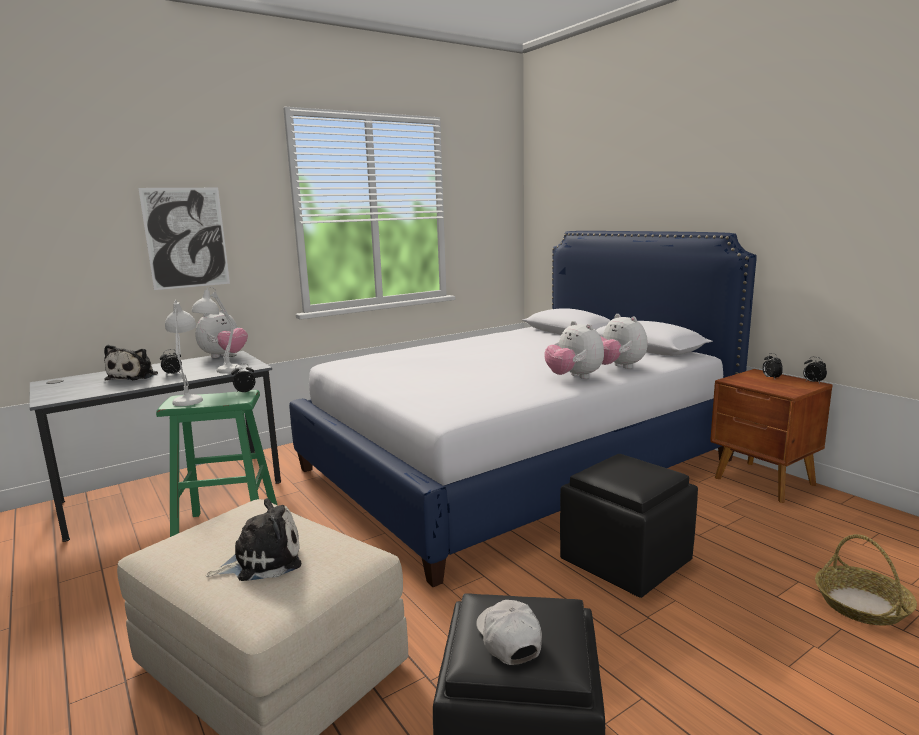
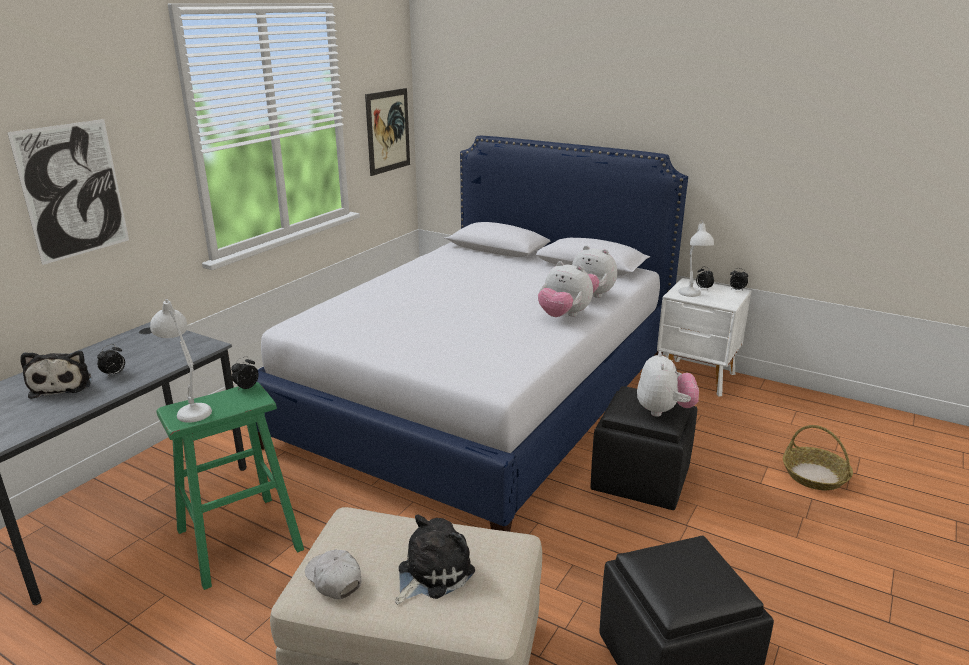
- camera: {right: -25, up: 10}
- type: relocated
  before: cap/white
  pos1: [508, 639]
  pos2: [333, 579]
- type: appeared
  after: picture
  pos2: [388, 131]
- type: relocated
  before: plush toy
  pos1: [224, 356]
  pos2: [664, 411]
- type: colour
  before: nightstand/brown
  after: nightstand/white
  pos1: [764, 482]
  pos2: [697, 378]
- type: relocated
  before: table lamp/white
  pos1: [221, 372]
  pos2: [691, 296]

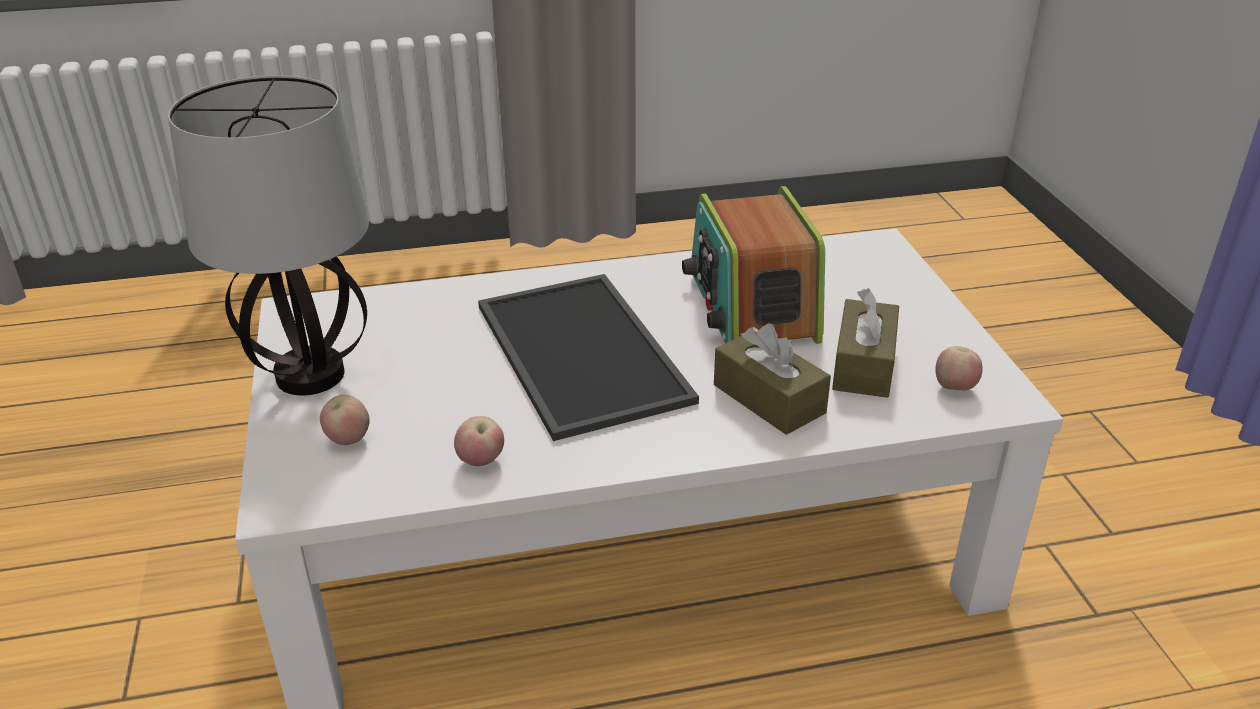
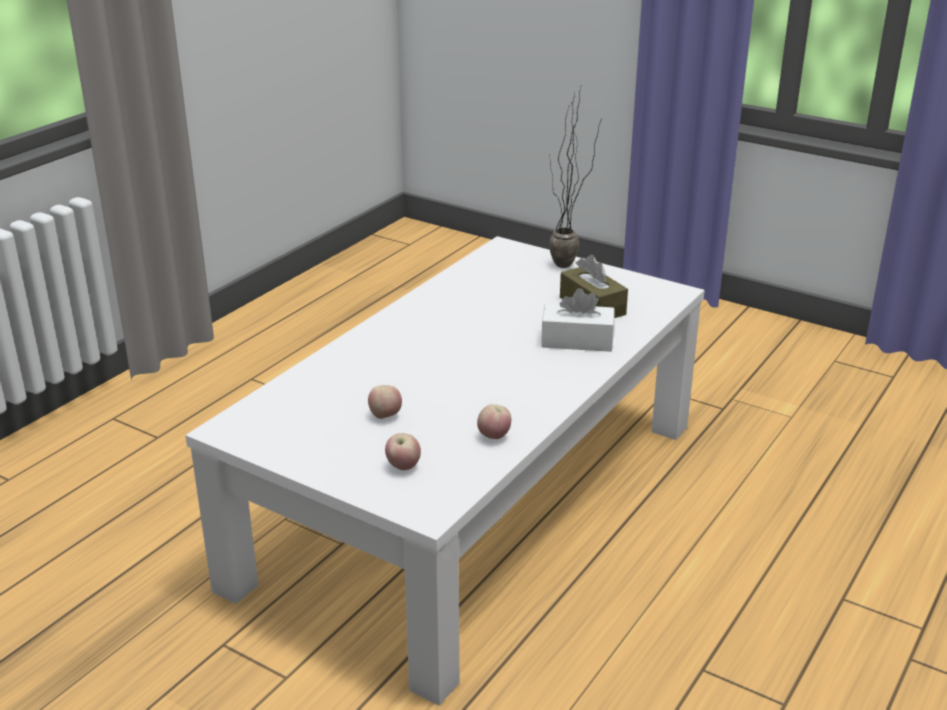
- camera: {right: -45, up: -5}
- type: relocated
  before: apple
  pos1: [954, 388]
  pos2: [385, 416]
- type: colour
  before: tissue box/brown
  after: tissue box/white
  pos1: [768, 399]
  pos2: [577, 341]
- type: appeared
  after: potted plant
  pos2: [568, 269]
- type: missing
  before: table lamp
  pos1: [309, 377]
- type: missing
  before: tray
  pos1: [576, 352]
- type: missing
  before: radio
  pos1: [751, 306]

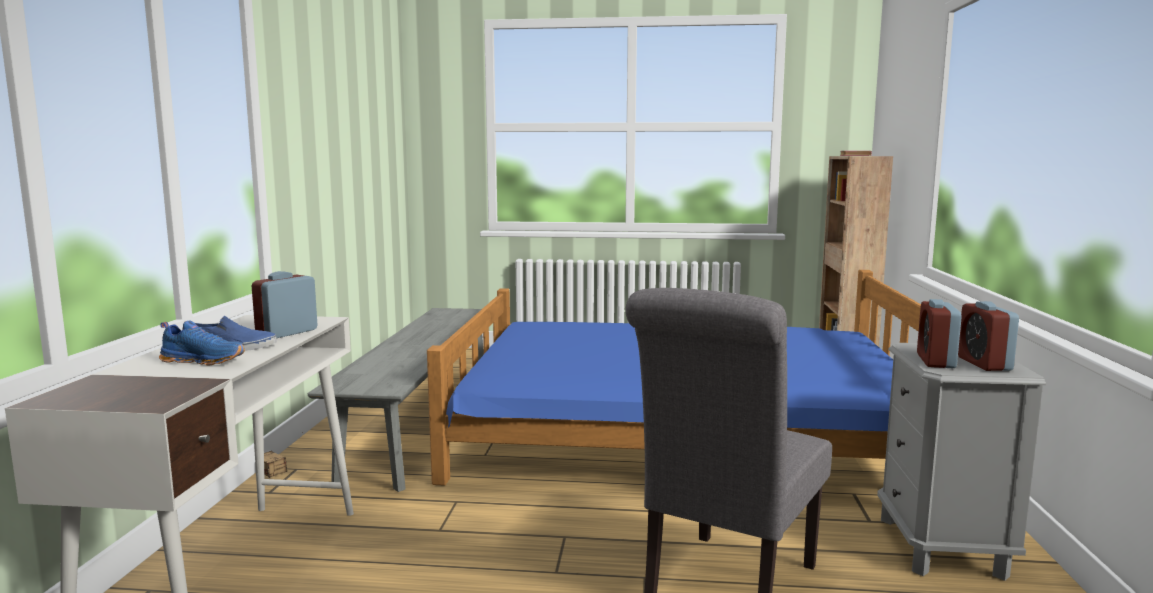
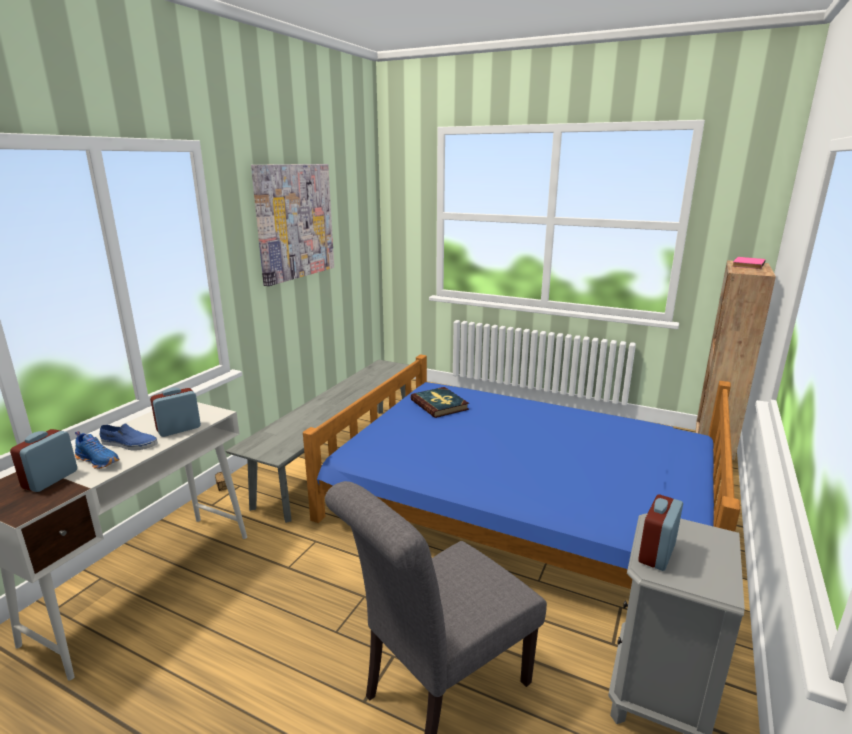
- camera: {right: 20, up: 10}
- type: relocated
  before: alarm clock
  pos1: [984, 364]
  pos2: [50, 479]
- type: appeared
  after: picture
  pos2: [294, 222]
- type: appeared
  after: book
  pos2: [439, 404]

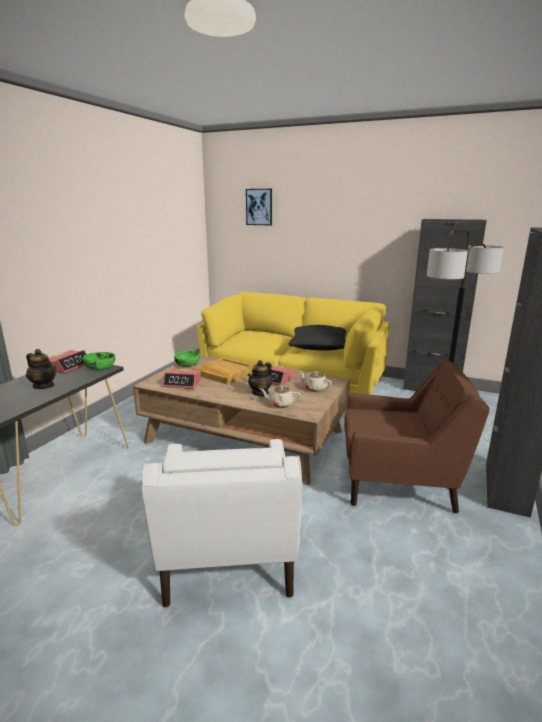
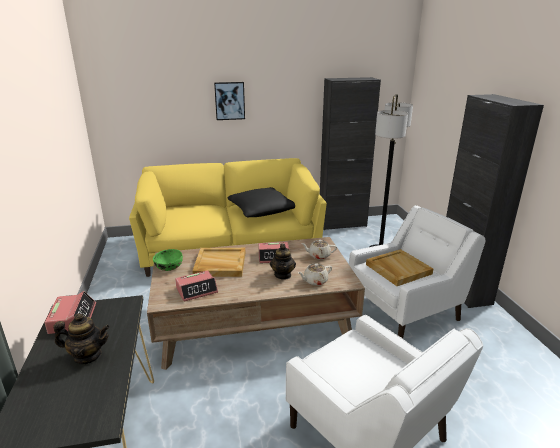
- camera: {right: -35, up: 5}
- type: relocated
  before: picture
  pos1: [259, 207]
  pos2: [229, 101]
- type: colour
  before: armchair/brown
  after: armchair/white
  pos1: [399, 481]
  pos2: [405, 311]
- type: appeared
  after: tray/beige
  pos2: [397, 269]
- type: missing
  before: bowl/green
  pos1: [101, 368]

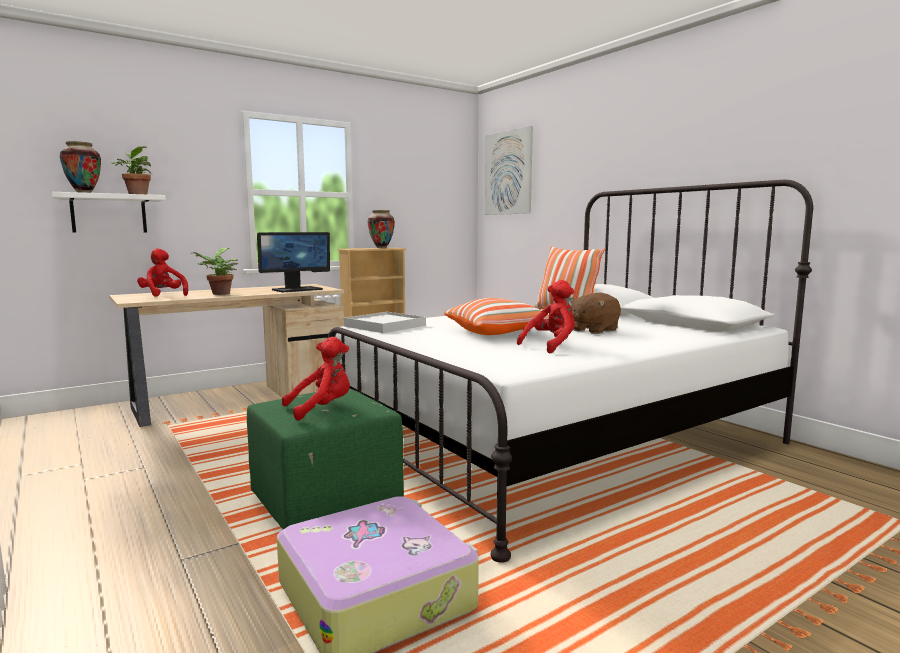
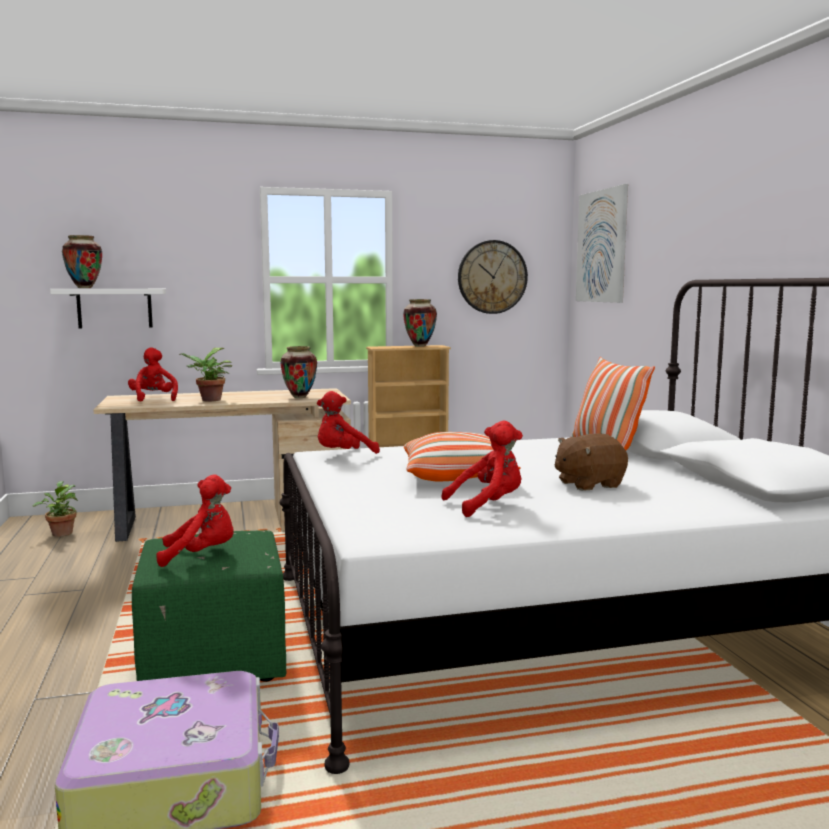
- camera: {right: 20, up: 0}
- type: relocated
  before: potted plant
  pos1: [136, 194]
  pos2: [61, 533]
- type: exchanged
  before: monitor
  after: vase
  pos1: [297, 289]
  pos2: [299, 397]
- type: exchanged
  before: tray/white
  after: plush toy/red
  pos1: [384, 326]
  pos2: [343, 455]
- type: appeared
  after: wall clock
  pos2: [492, 277]

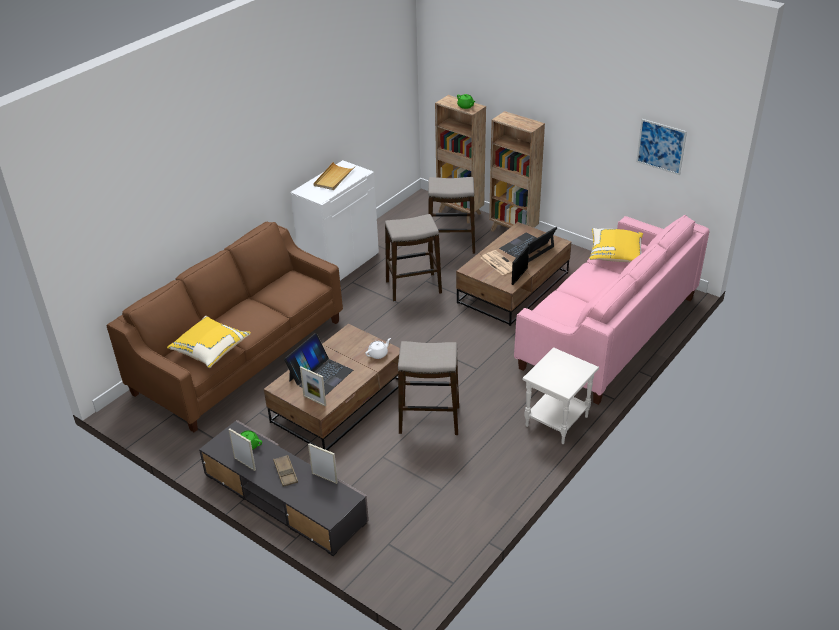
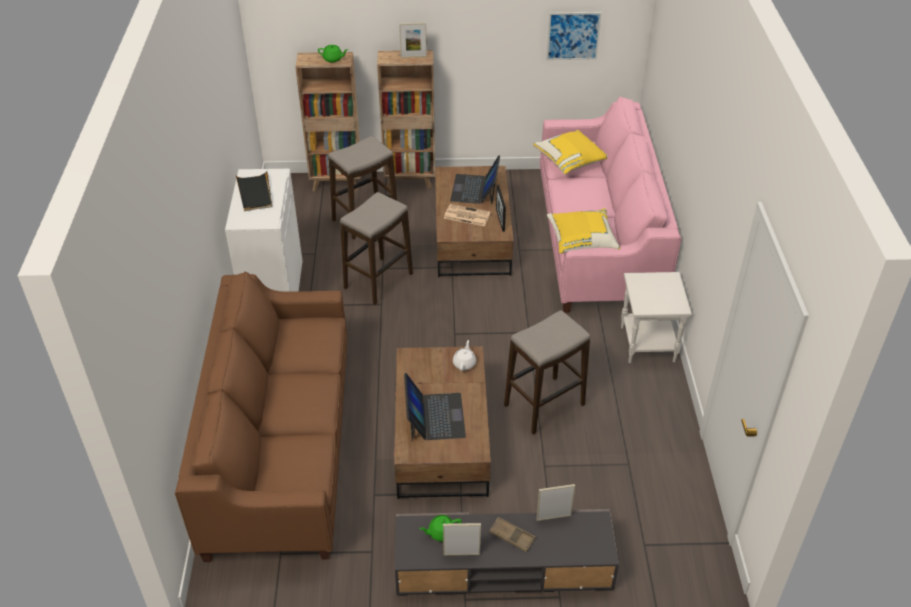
- camera: {right: -40, up: 5}
- type: colour
  before: tray/beige
  after: tray/black
  pos1: [334, 178]
  pos2: [255, 193]
- type: relocated
  before: picture frame
  pos1: [314, 400]
  pos2: [413, 56]
- type: relocated
  before: pillow/yellow
  pos1: [210, 350]
  pos2: [581, 241]

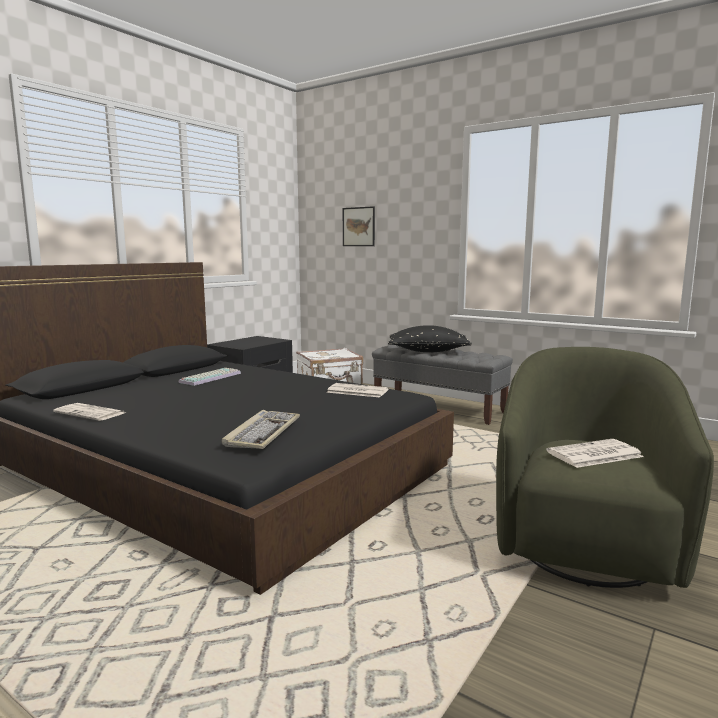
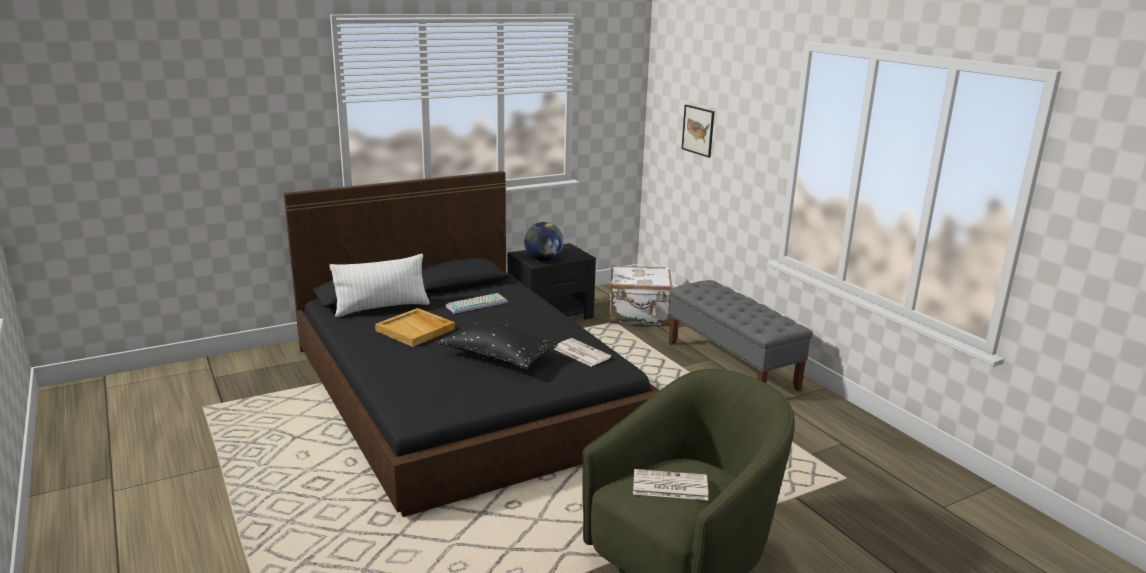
- camera: {right: 25, up: 10}
- type: appeared
  after: pillow/white
  pos2: [382, 308]
- type: appeared
  after: tray/beige
  pos2: [416, 330]
- type: relocated
  before: pillow/black
  pos1: [428, 351]
  pos2: [498, 358]
- type: appeared
  after: globe
  pos2: [543, 260]
- type: missing
  before: newspaper
  pos1: [91, 413]
- type: missing
  before: keyboard
  pos1: [262, 432]

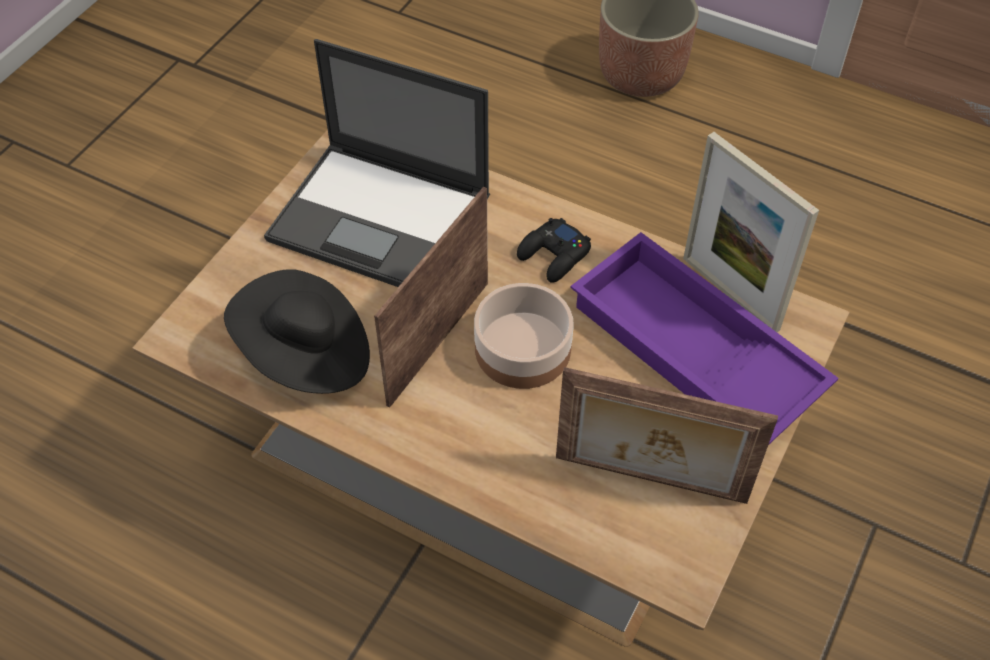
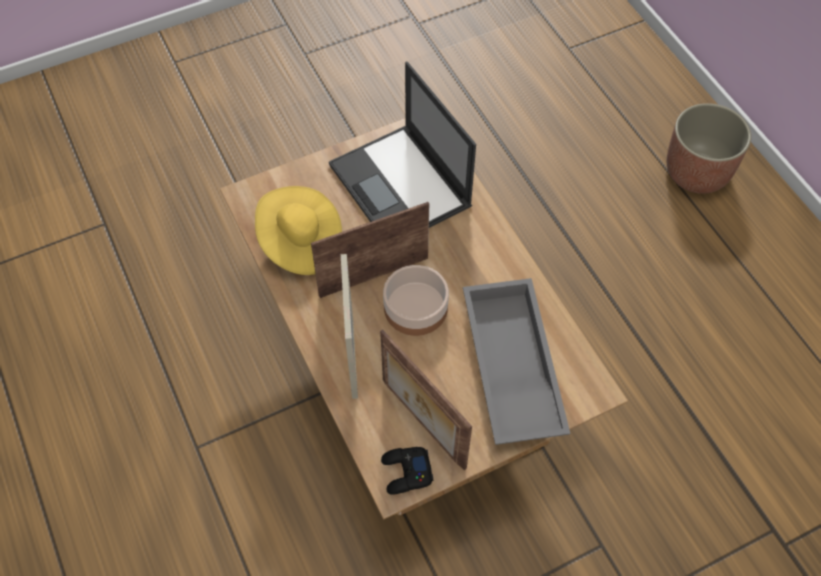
- camera: {right: 35, up: 5}
- type: colour
  before: hat/black
  after: hat/yellow
  pos1: [306, 355]
  pos2: [300, 243]
- type: relocated
  before: picture frame
  pos1: [730, 293]
  pos2: [352, 358]
- type: relocated
  before: game controller/black
  pos1: [554, 256]
  pos2: [406, 473]
- type: colour
  before: tray/purple
  after: tray/grey
  pos1: [691, 352]
  pos2: [509, 366]

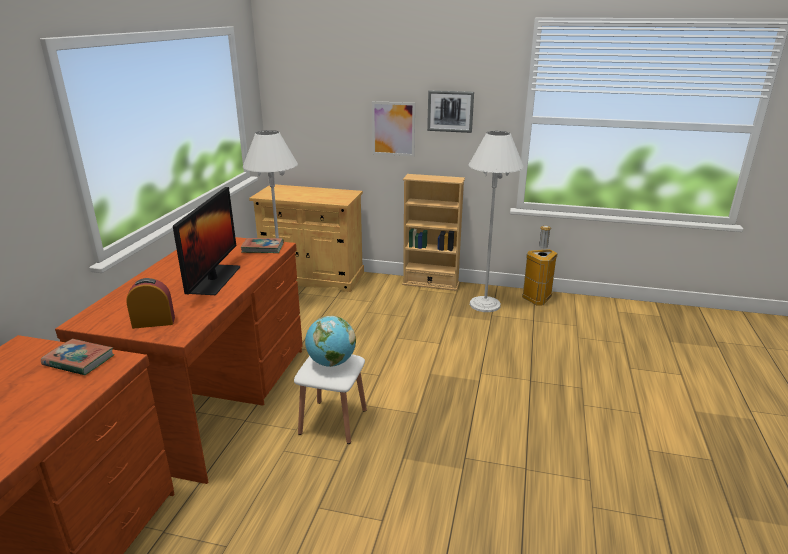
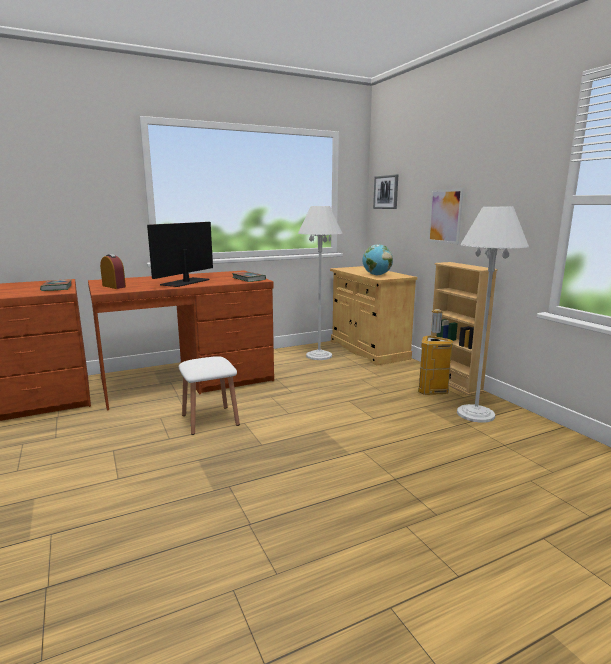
- camera: {right: 50, up: -10}
- type: spun
  before: monitor
  pos1: [214, 279]
  pos2: [185, 282]
  turn: 150
- type: relocated
  before: globe
  pos1: [331, 362]
  pos2: [376, 275]
- type: relocated
  before: picture
  pos1: [450, 111]
  pos2: [386, 192]
- type: relocated
  before: trash can
  pos1: [537, 299]
  pos2: [432, 391]

